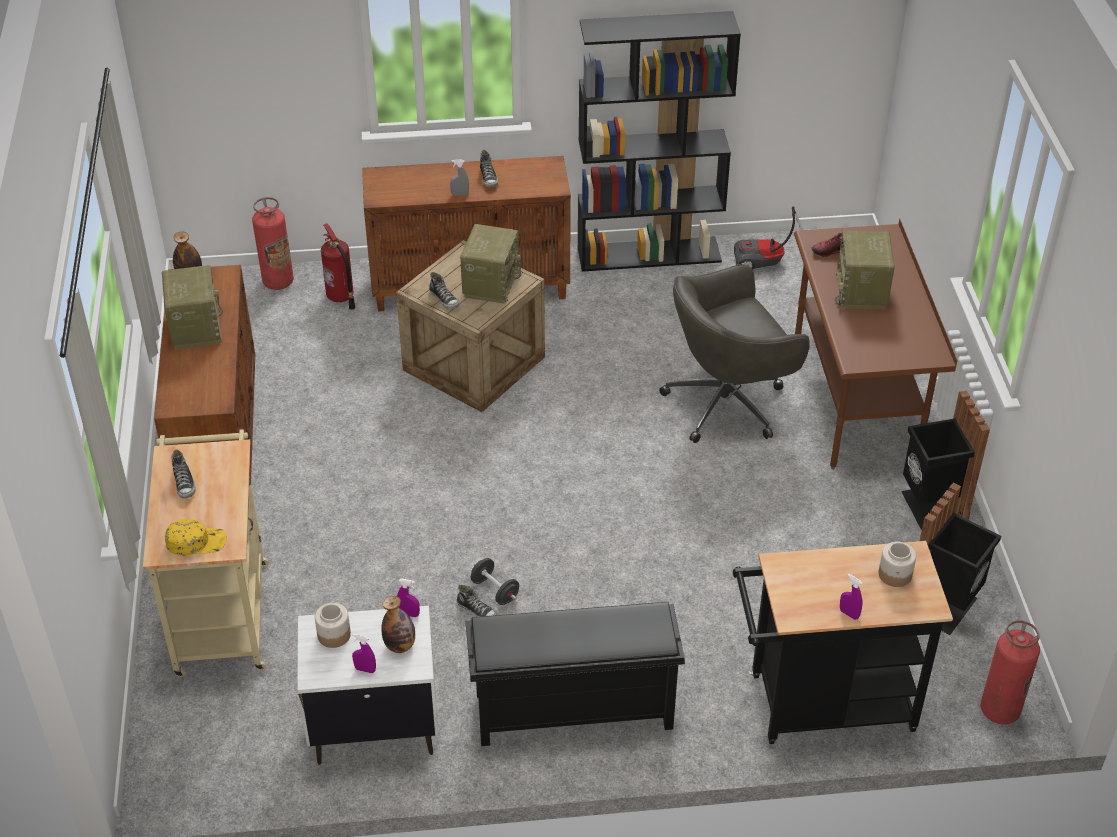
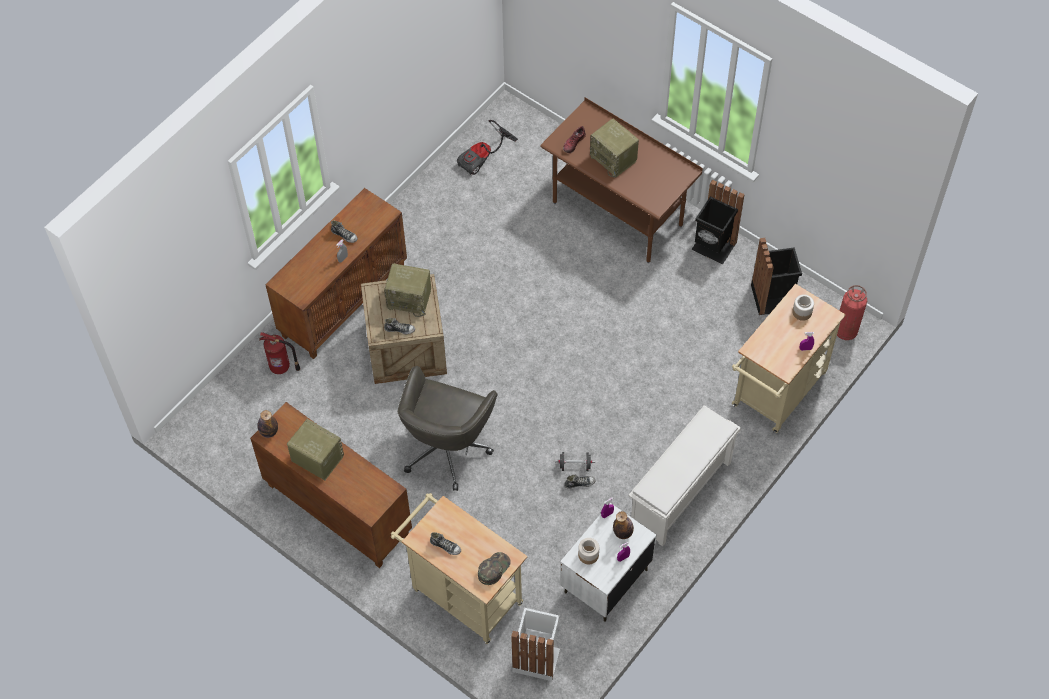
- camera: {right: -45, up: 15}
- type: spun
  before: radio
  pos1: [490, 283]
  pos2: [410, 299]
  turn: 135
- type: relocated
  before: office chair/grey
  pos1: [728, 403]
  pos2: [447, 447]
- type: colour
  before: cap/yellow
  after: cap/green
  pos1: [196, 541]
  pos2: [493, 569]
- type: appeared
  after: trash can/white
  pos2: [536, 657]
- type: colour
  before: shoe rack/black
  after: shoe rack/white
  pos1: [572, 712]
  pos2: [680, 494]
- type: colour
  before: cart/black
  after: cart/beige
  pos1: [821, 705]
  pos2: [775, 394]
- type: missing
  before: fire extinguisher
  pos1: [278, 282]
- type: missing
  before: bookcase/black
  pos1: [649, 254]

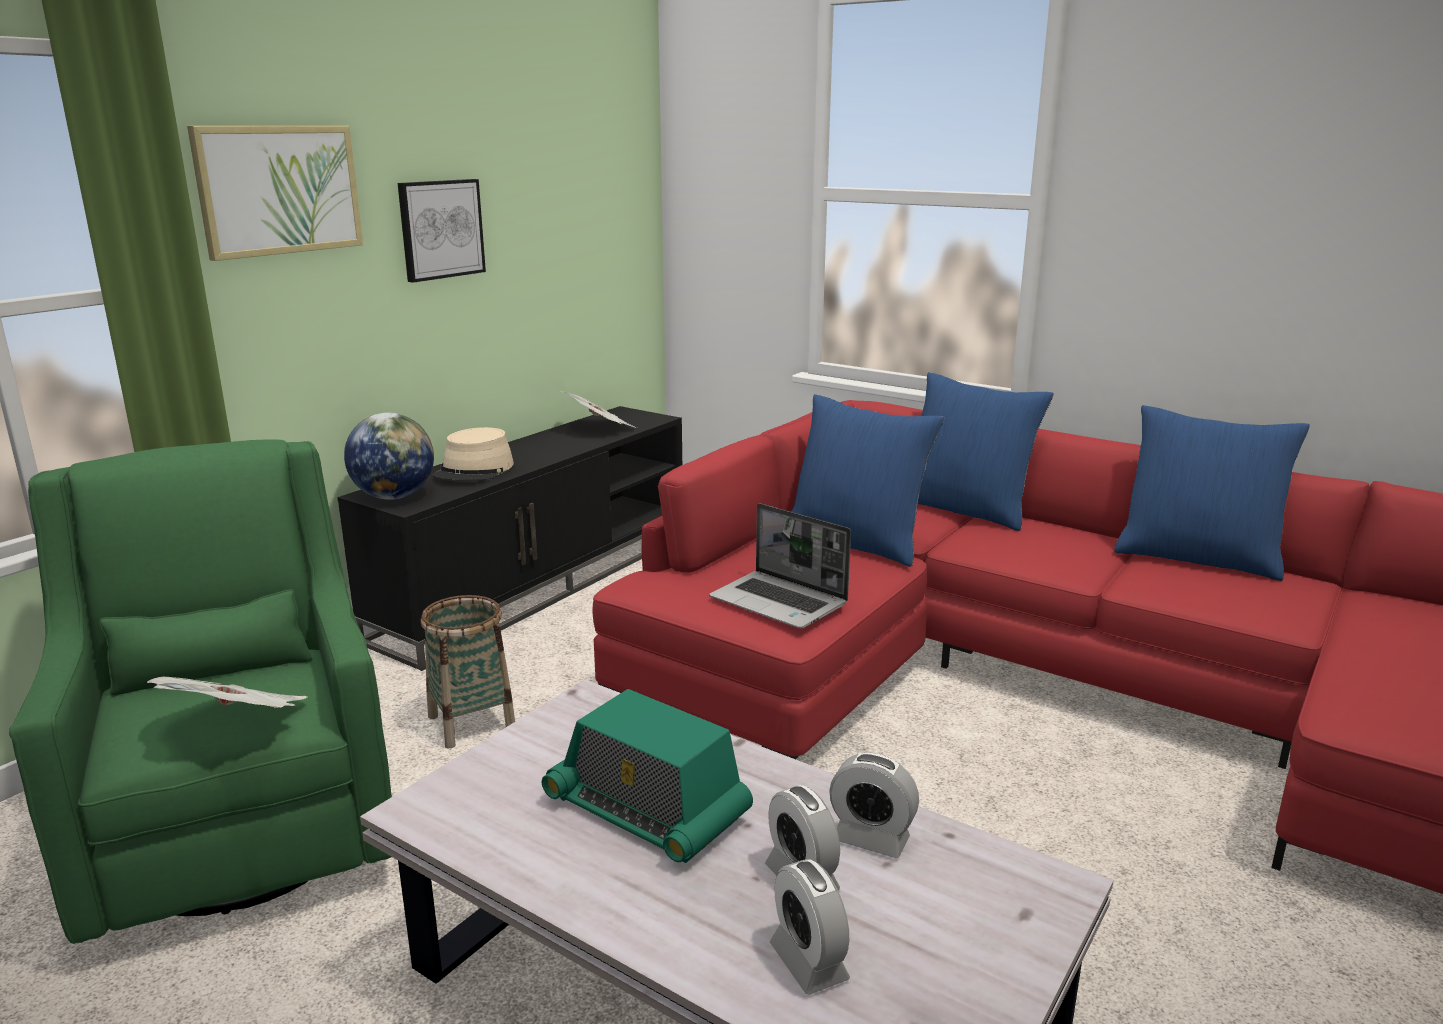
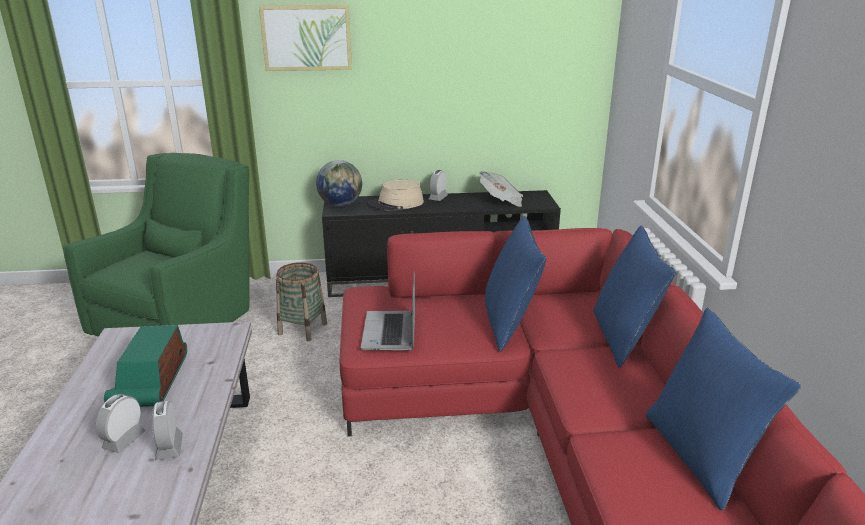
- camera: {right: 50, up: 5}
- type: relocated
  before: alarm clock
  pos1: [808, 962]
  pos2: [438, 198]
- type: missing
  before: newspaper
  pos1: [238, 724]
- type: missing
  before: picture
  pos1: [440, 229]

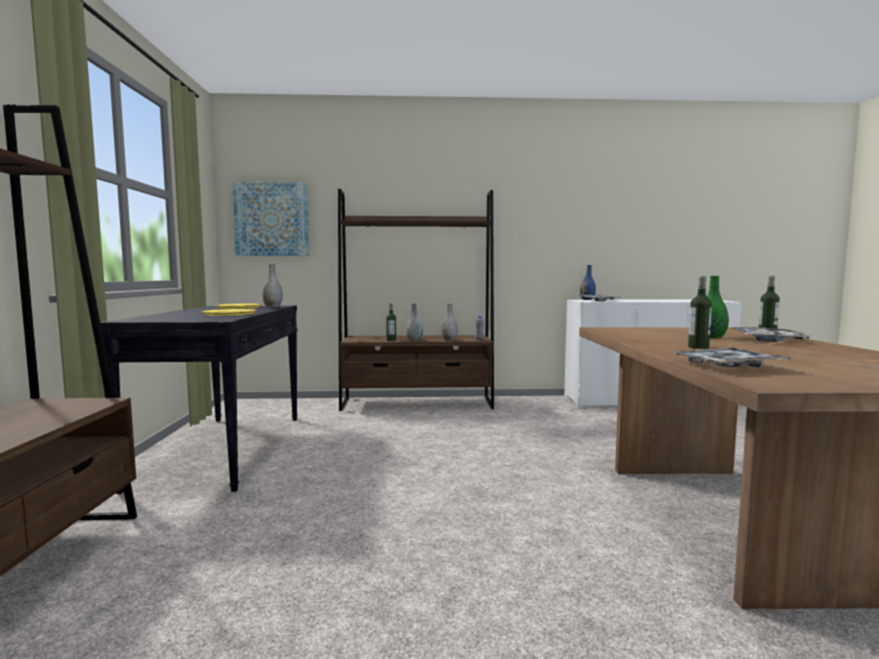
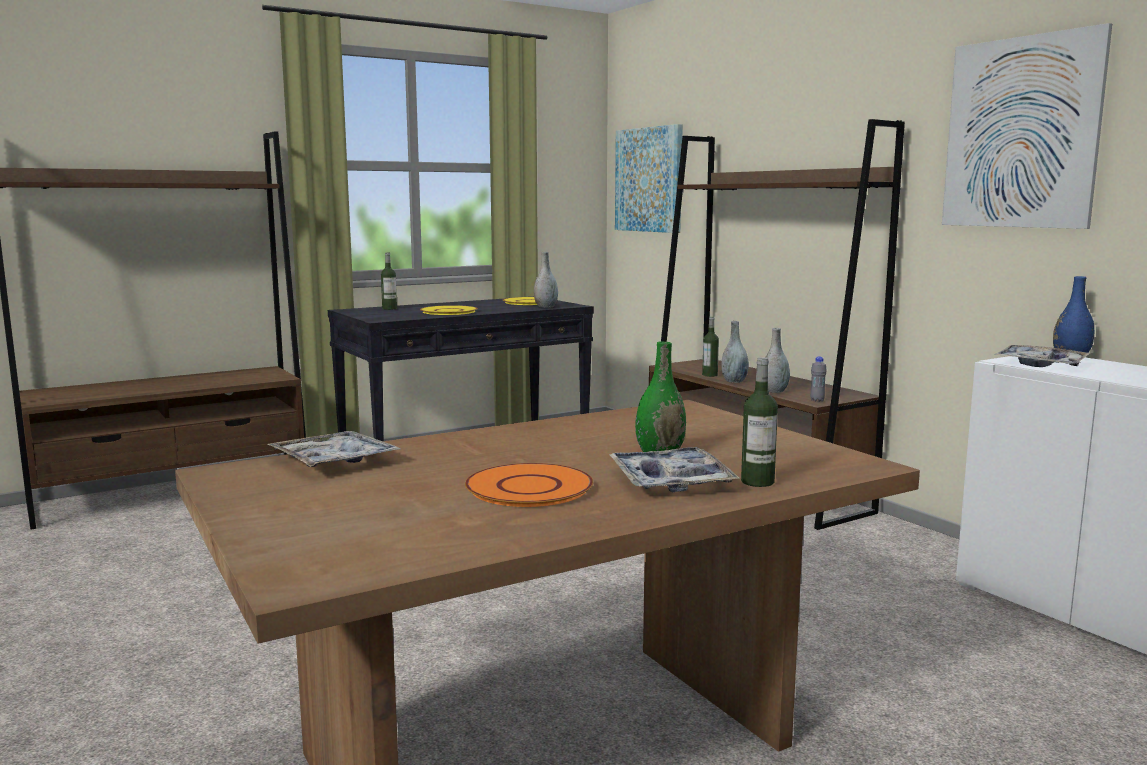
- camera: {right: 60, up: 5}
- type: relocated
  before: bottle
  pos1: [698, 347]
  pos2: [389, 308]
- type: appeared
  after: plate/orange
  pos2: [529, 488]
- type: appeared
  after: picture
  pos2: [1020, 133]

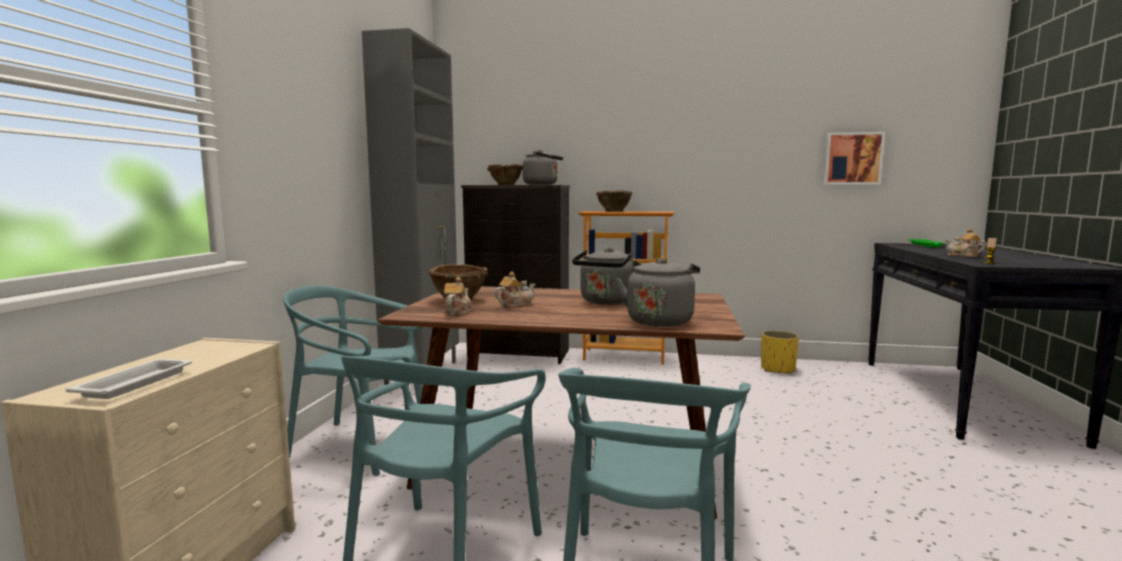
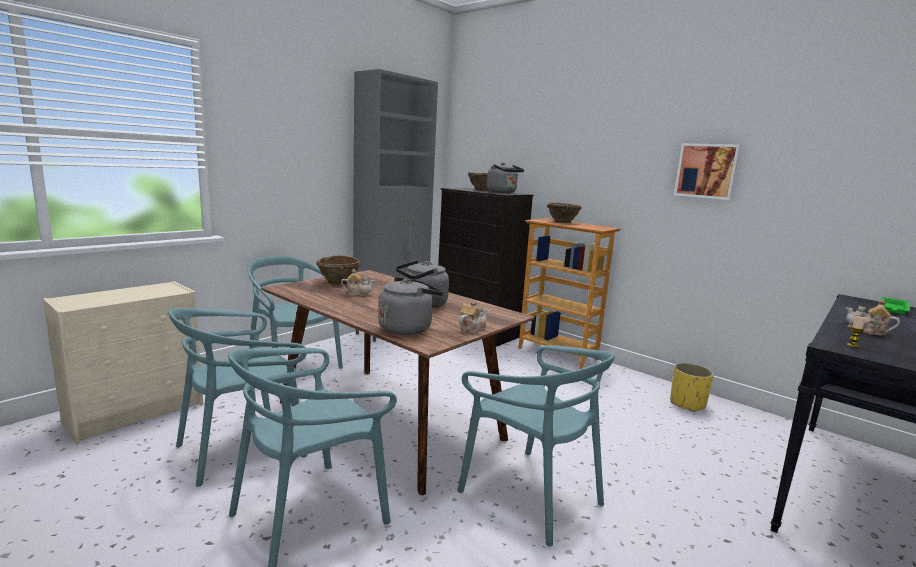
- camera: {right: 30, up: 5}
- type: appeared
  after: chair/turquoise
  pos2: [531, 494]
- type: relocated
  before: teapot
  pos1: [457, 312]
  pos2: [472, 329]
- type: relocated
  before: picture
  pos1: [852, 158]
  pos2: [707, 171]
- type: missing
  before: tray/white
  pos1: [137, 383]

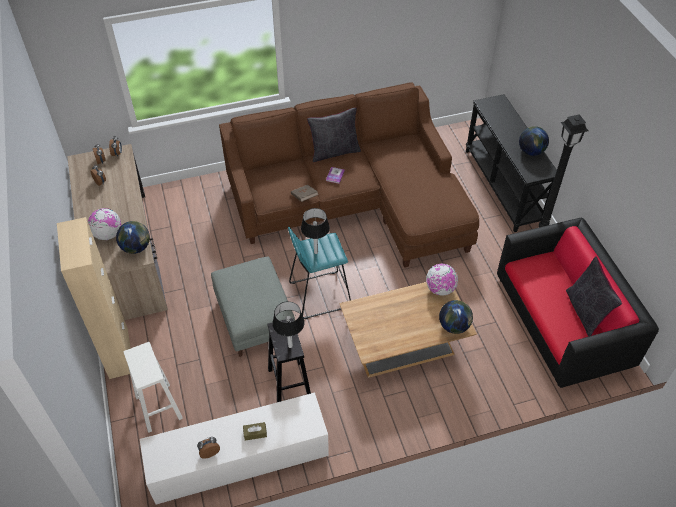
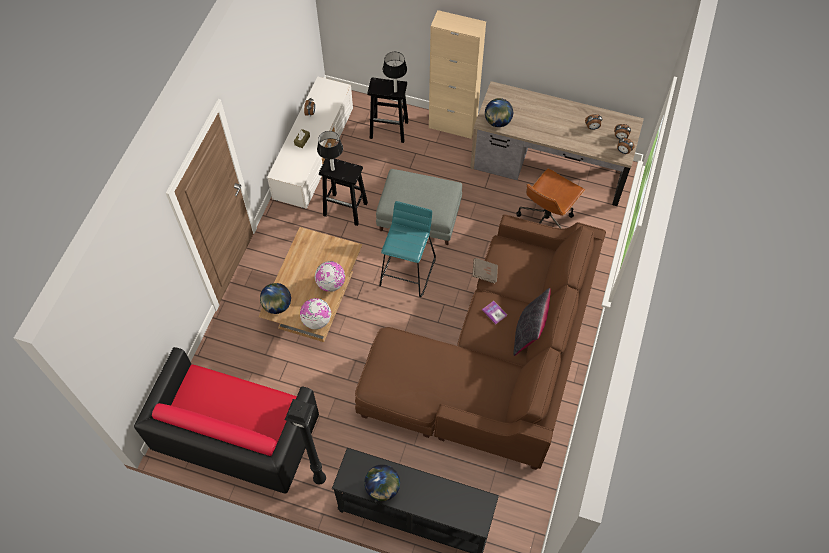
- camera: {right: 125, up: 10}
- type: relocated
  before: globe
  pos1: [108, 234]
  pos2: [331, 283]
- type: colour
  before: stool/white
  after: stool/black
  pos1: [158, 406]
  pos2: [389, 130]
- type: relocated
  before: table lamp
  pos1: [316, 252]
  pos2: [395, 91]
- type: appeared
  after: office chair/brown
  pos2: [545, 222]
- type: missing
  before: pillow/black
  pos1: [585, 312]

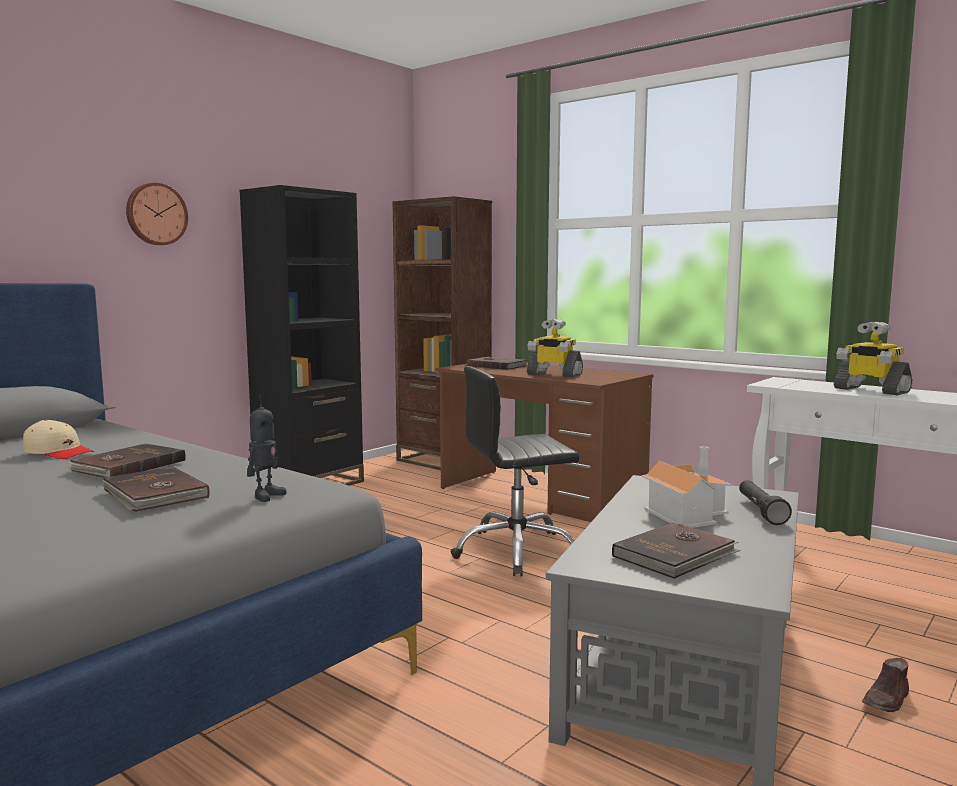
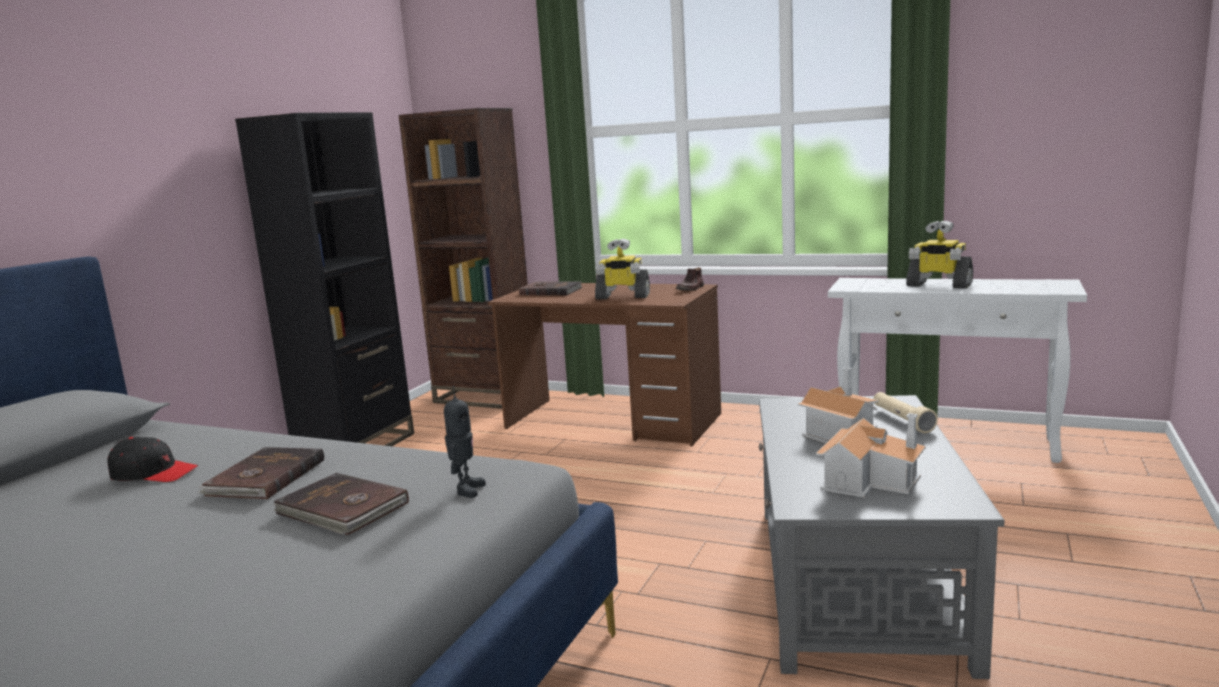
- camera: {right: -15, up: 5}
- type: colour
  before: cap/beige
  after: cap/black
  pos1: [58, 452]
  pos2: [153, 473]
- type: relocated
  before: shoe/brown
  pos1: [887, 700]
  pos2: [691, 289]
- type: exchanged
  before: book/brown
  after: toy house
  pos1: [676, 555]
  pos2: [870, 480]
- type: colour
  before: flashlight/black
  after: flashlight/beige
  pos1: [760, 511]
  pos2: [901, 421]
- type: missing
  before: wall clock
  pos1: [156, 214]
- type: missing
  before: office chair/black
  pos1: [516, 551]

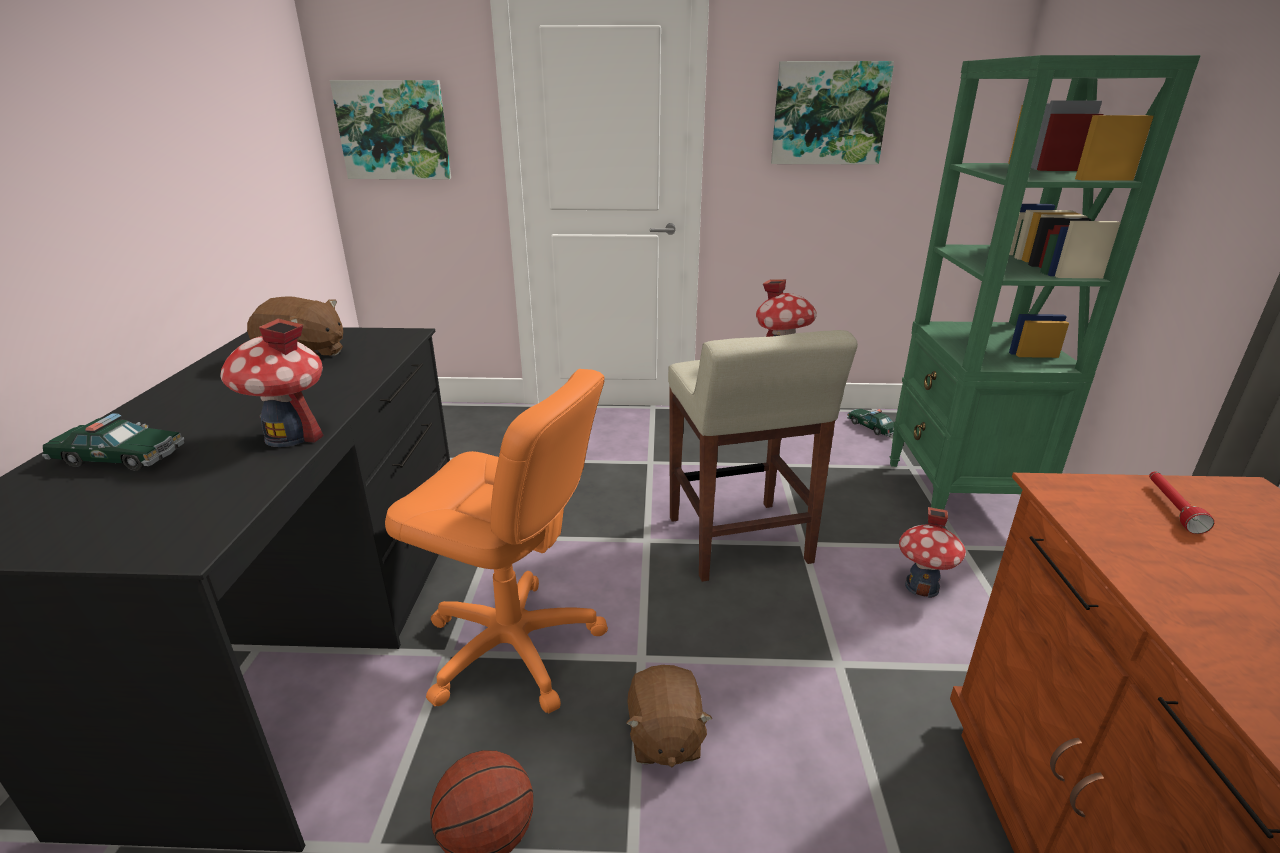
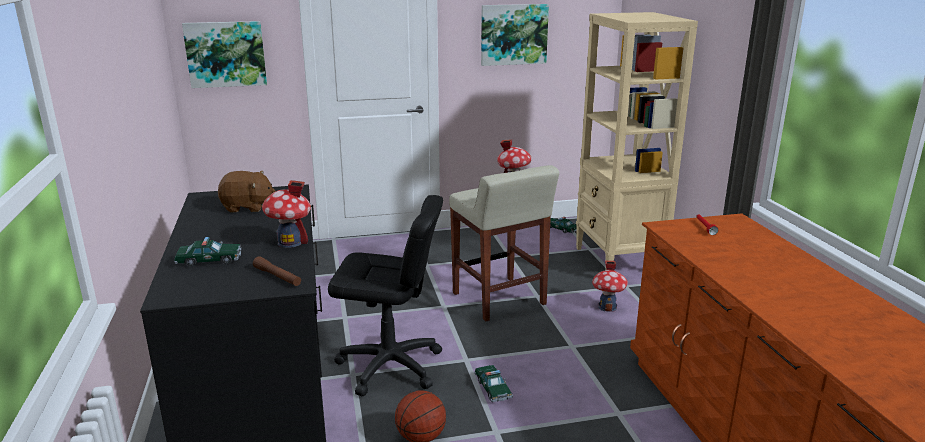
- camera: {right: -15, up: -5}
- type: appeared
  after: flashlight/brown
  pos2: [277, 277]
- type: colour
  before: office chair/orange
  after: office chair/black
  pos1: [512, 647]
  pos2: [390, 366]
- type: exchanged
  before: plush toy/brown
  after: toy car
  pos1: [664, 737]
  pos2: [492, 388]
- type: colour
  before: bookcase/green
  after: bookcase/beige
  pos1: [957, 497]
  pos2: [618, 261]

